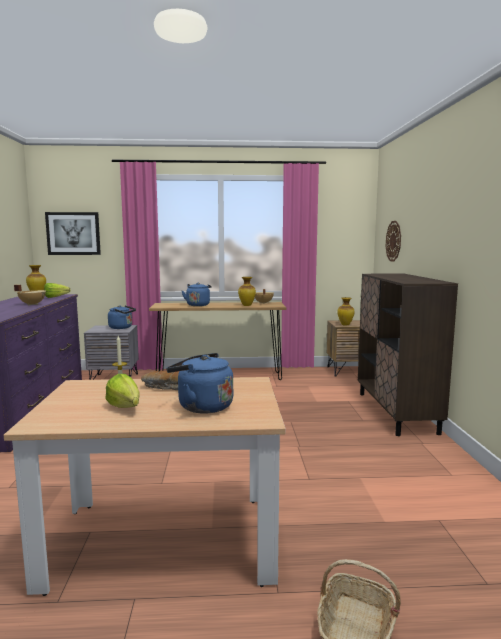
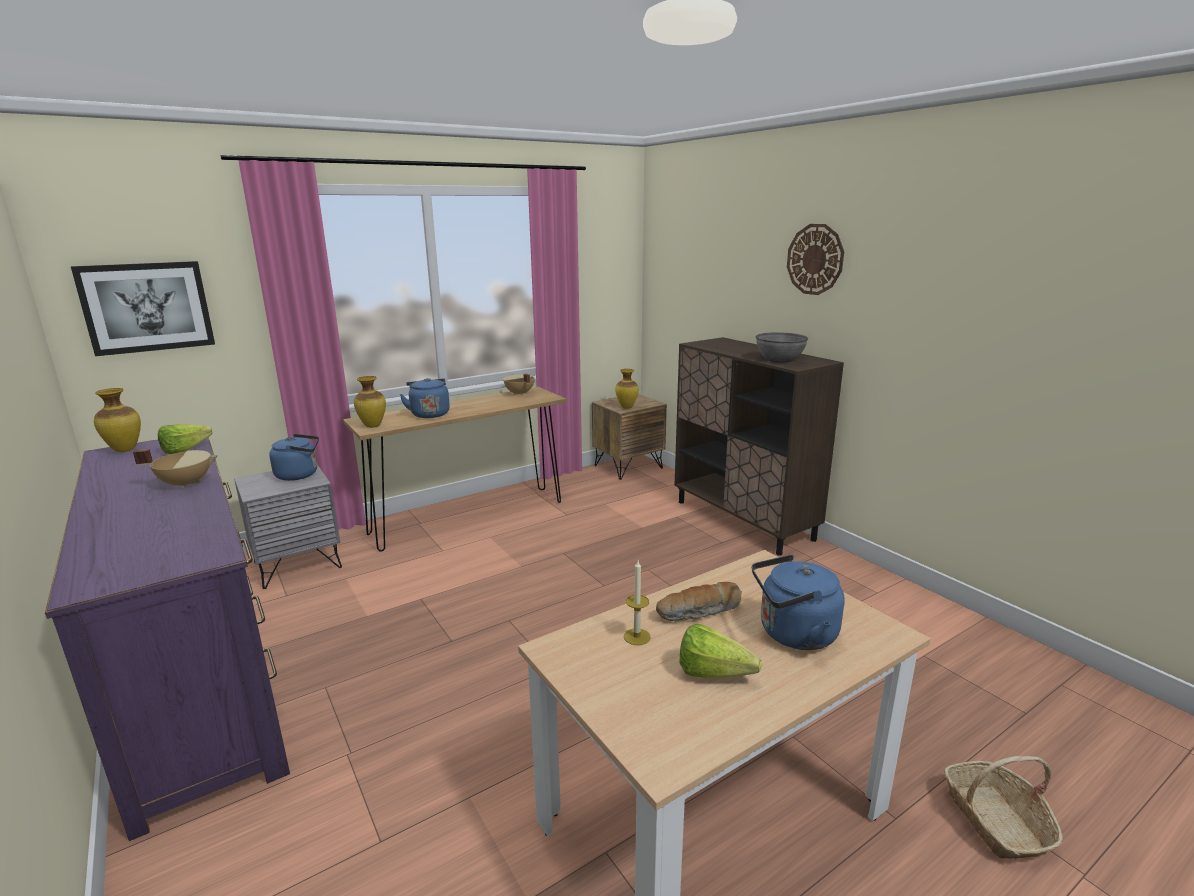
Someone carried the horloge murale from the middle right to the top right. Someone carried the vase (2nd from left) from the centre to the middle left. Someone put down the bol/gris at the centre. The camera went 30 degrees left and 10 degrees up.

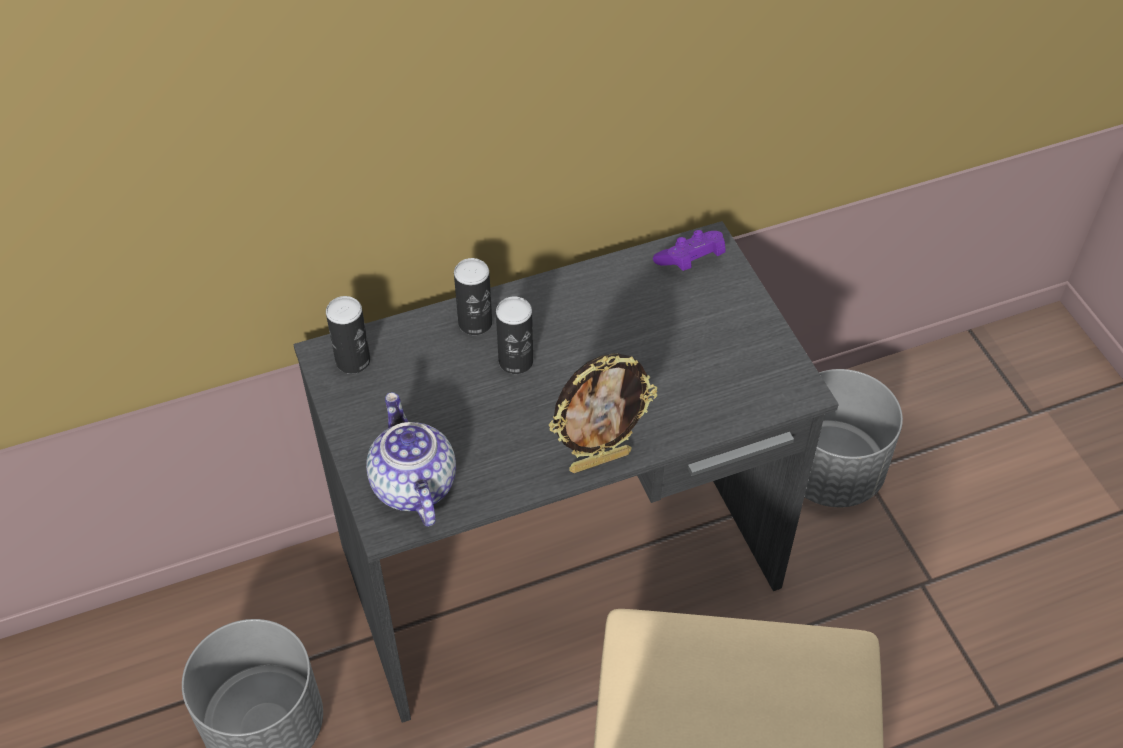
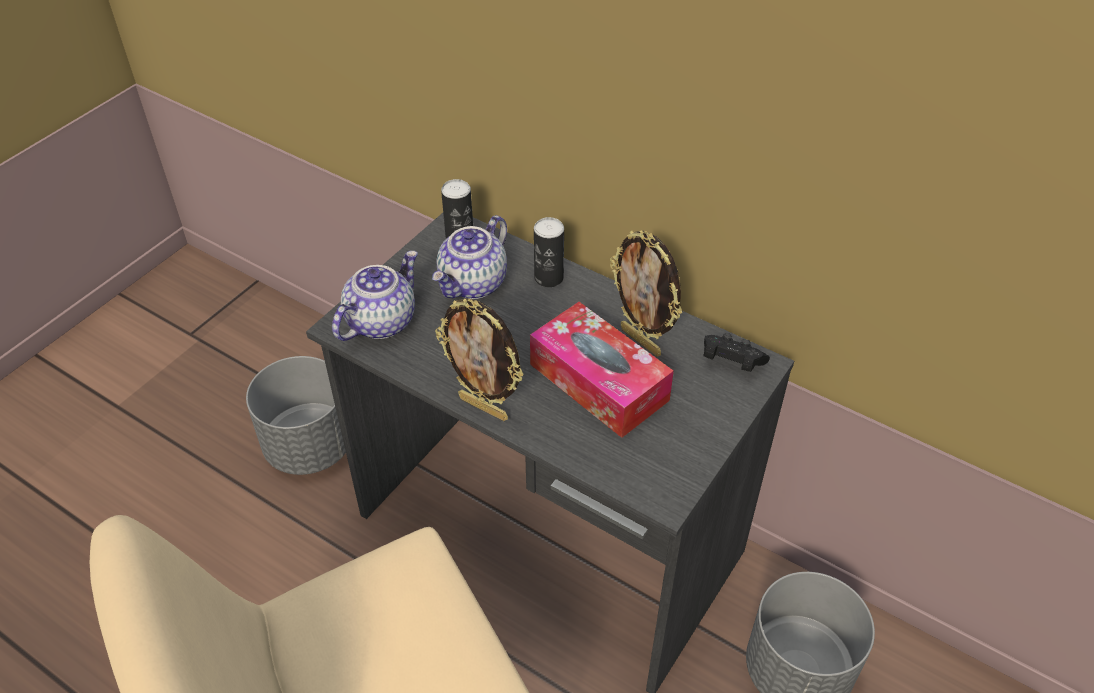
Someone repainted the manette/violet at the centre, which became the manette/noir at the middle right. Someone took away the boîte métallique (3rd from left) at the centre. Someone put down the théière (2nd from left) at the centre. Someone put down the cadre photo (2nd from left) at the centre. Someone put down the boîte à mouchoirs at the centre. The camera went 55 degrees right and 5 degrees down.

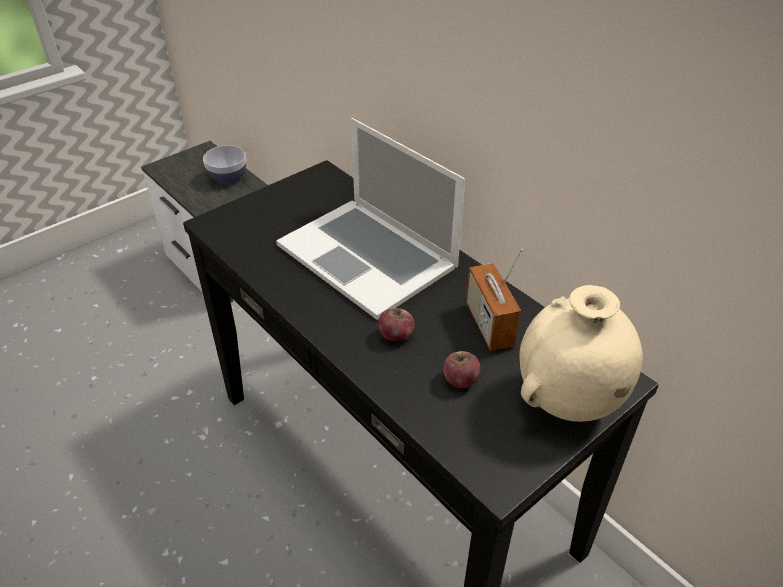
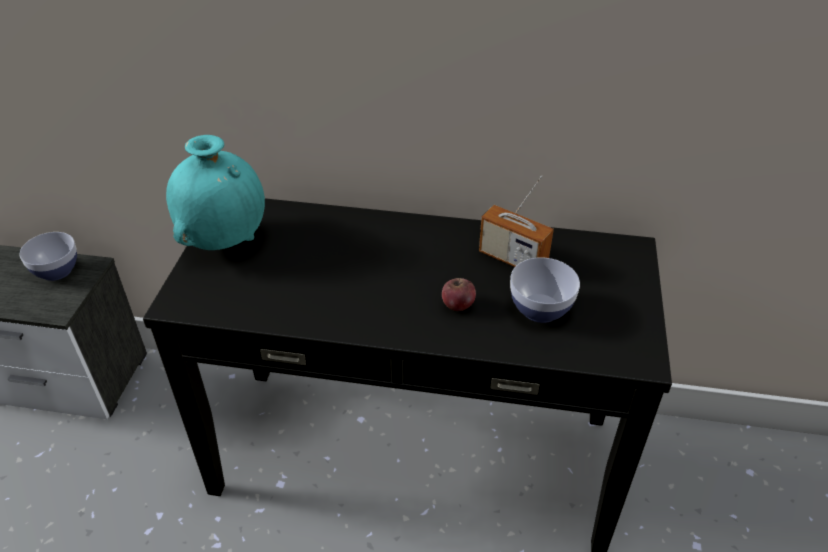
Someone took away the ordinateur portable at the centre. Someone took away the vase/beige at the middle right. Someone swapped the pomme (2nd from left) at the centre for the bol (2nd from left) at the centre. Someone put down the vase/turquoise at the middle left. The camera went 40 degrees left and 0 degrees up.

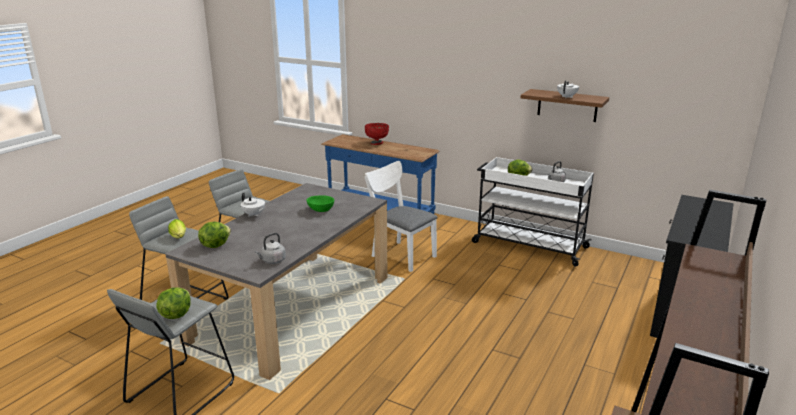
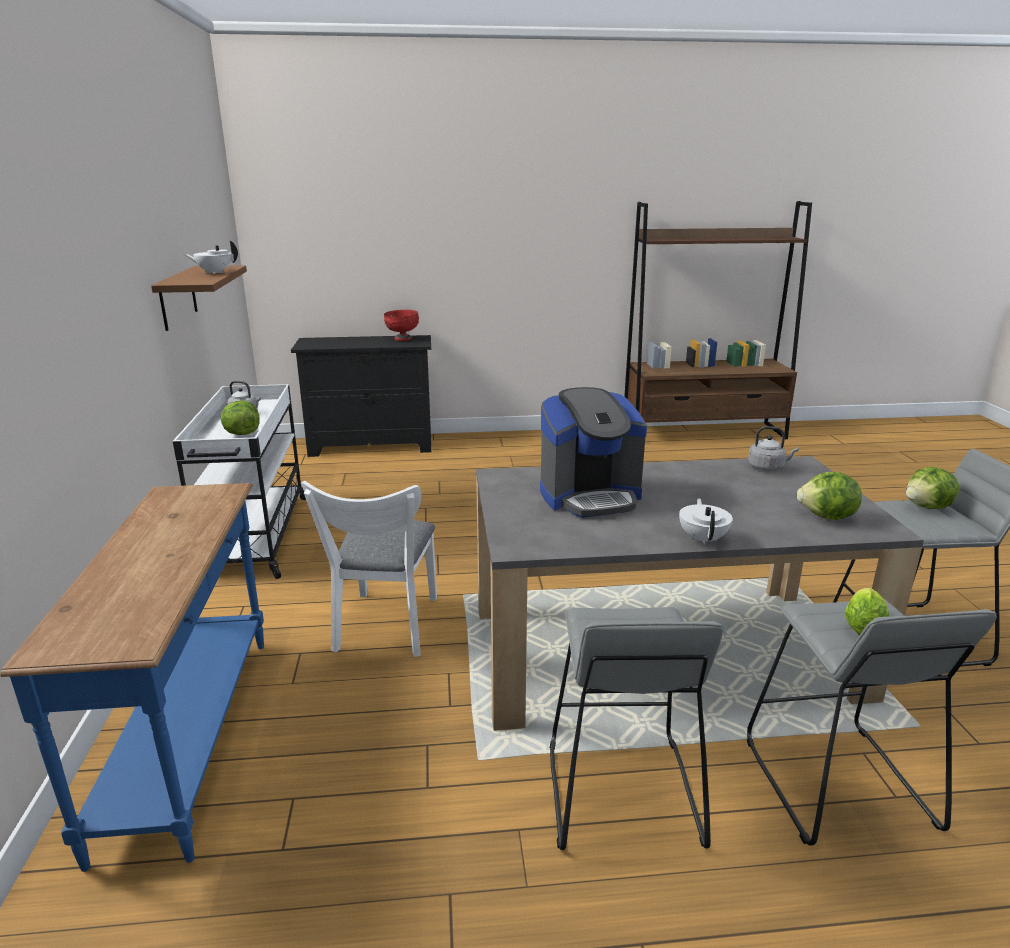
Someone carried the bol/rouge from the top centre to the centre. Someone swapped the bol/vert at the centre for the machine à café at the centre. The camera went 125 degrees left and 0 degrees up.

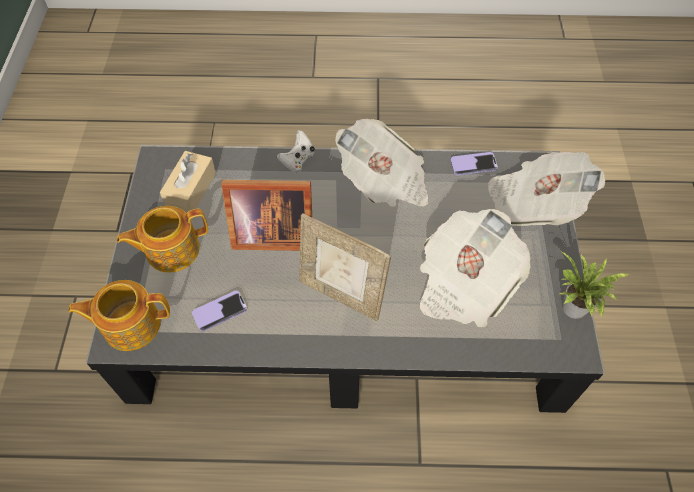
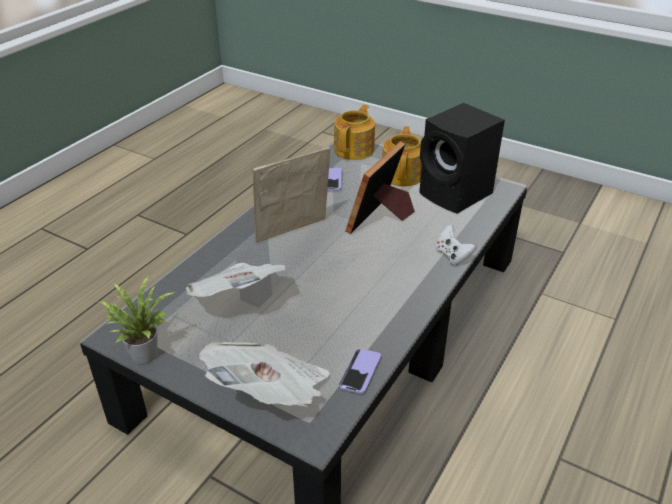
Someone took away the journal (1st from left) at the top centre. Someone swapped the boîte à mouchoirs/beige at the middle left for the enceinte/noir at the top right. The camera went 120 degrees right and 20 degrees down.

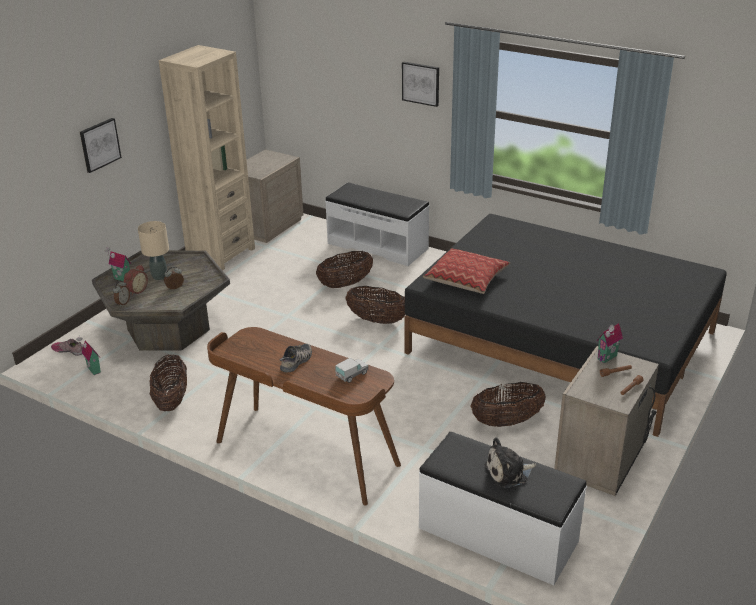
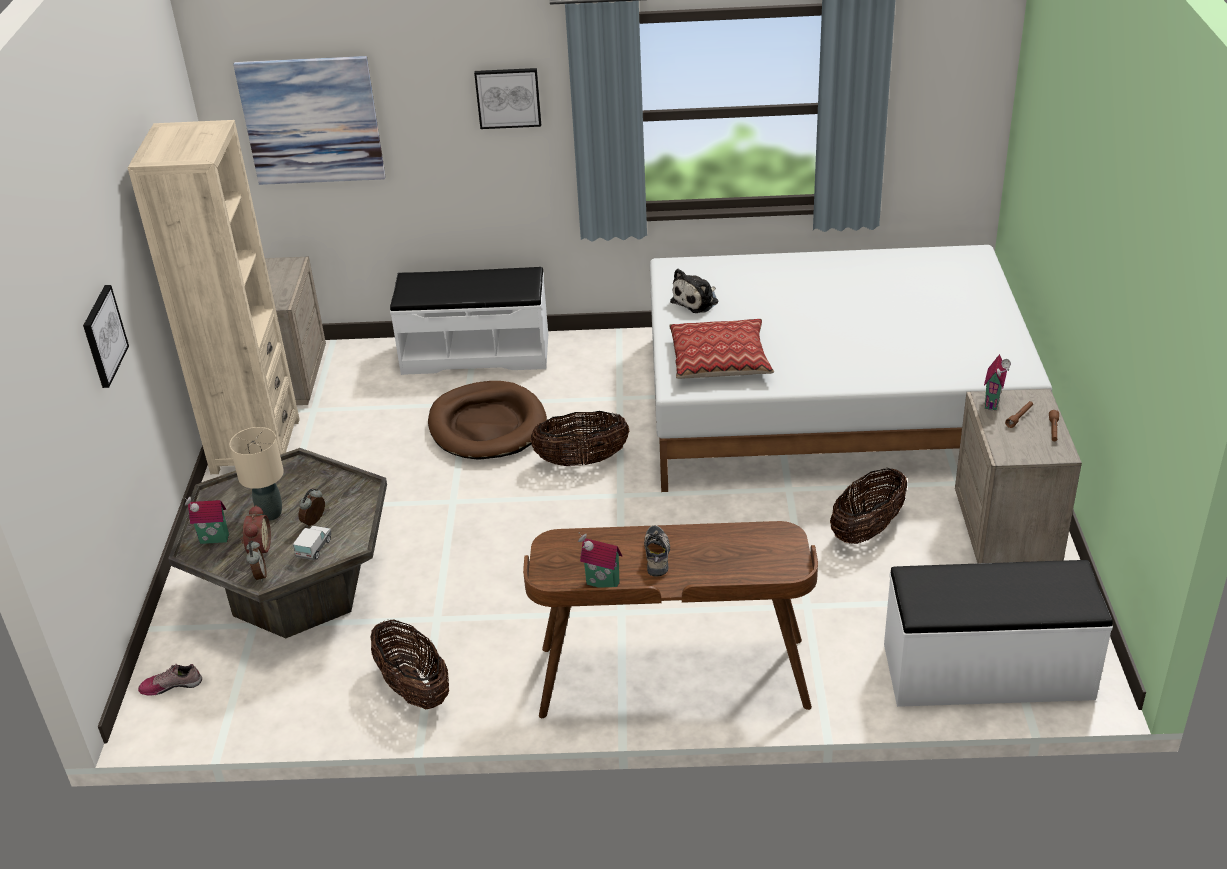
Someone repainted the lit/noir at the middle right, which became the lit/blanc at the middle right. Someone swapped the panier (2nd from left) at the centre for the panier pour chien/marron at the centre. Someone carried the maison miniature (1st from left in the first image) from the middle left to the centre. Someone carried the camion jouet from the centre to the middle left. Someone carried the peluche from the bottom right to the centre. Someone put up the tableau (2nd from left) at the top left. The camera went 30 degrees left and 5 degrees up.

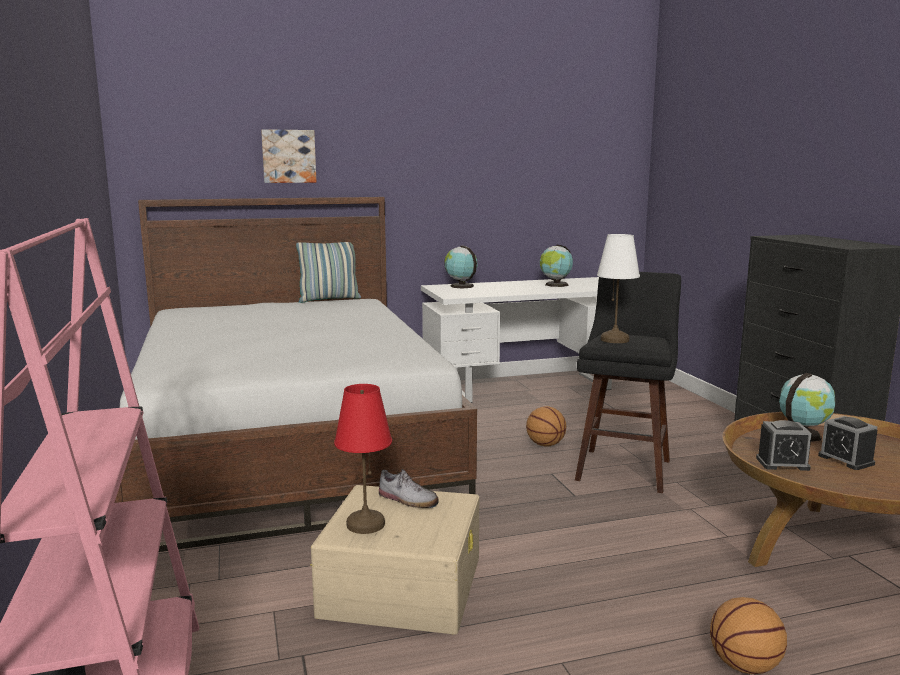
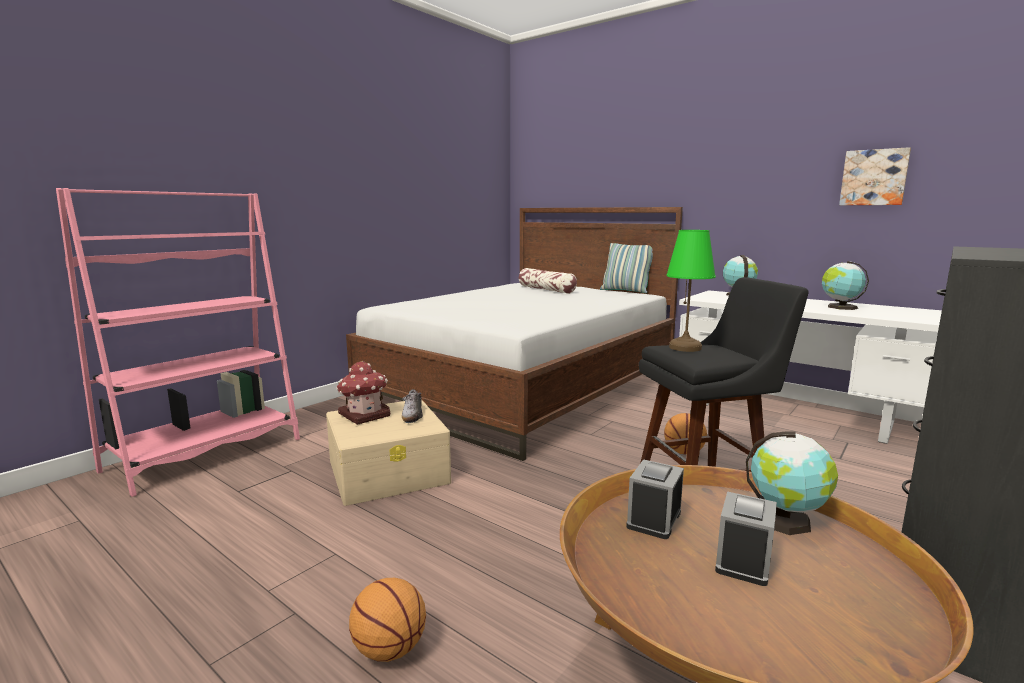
Someone carried the tableau from the top left to the top right. Someone repainted the lampe de table/blanc at the middle right, which became the lampe de table/vert at the middle right. Someone swapped the lampe de table/rouge at the bottom centre for the maison miniature at the centre. Someone rotated the réveil (1st from left) at the middle right by 60 degrees clockwise. Someone put down the coussin (1st from left) at the centre. The camera went 55 degrees right and 0 degrees up.

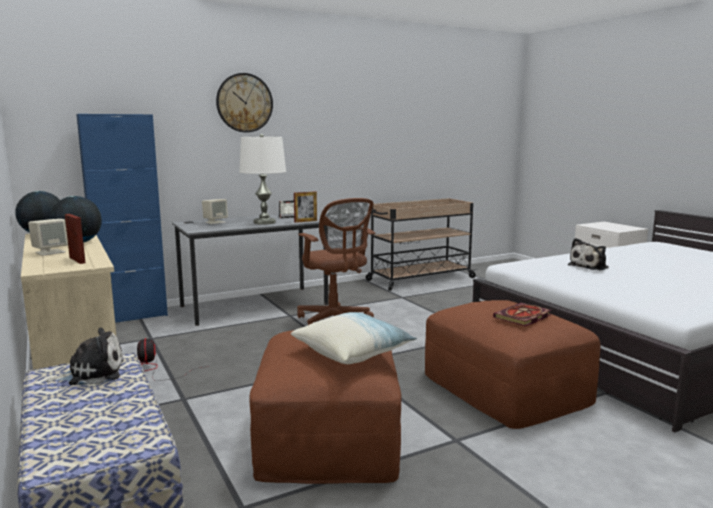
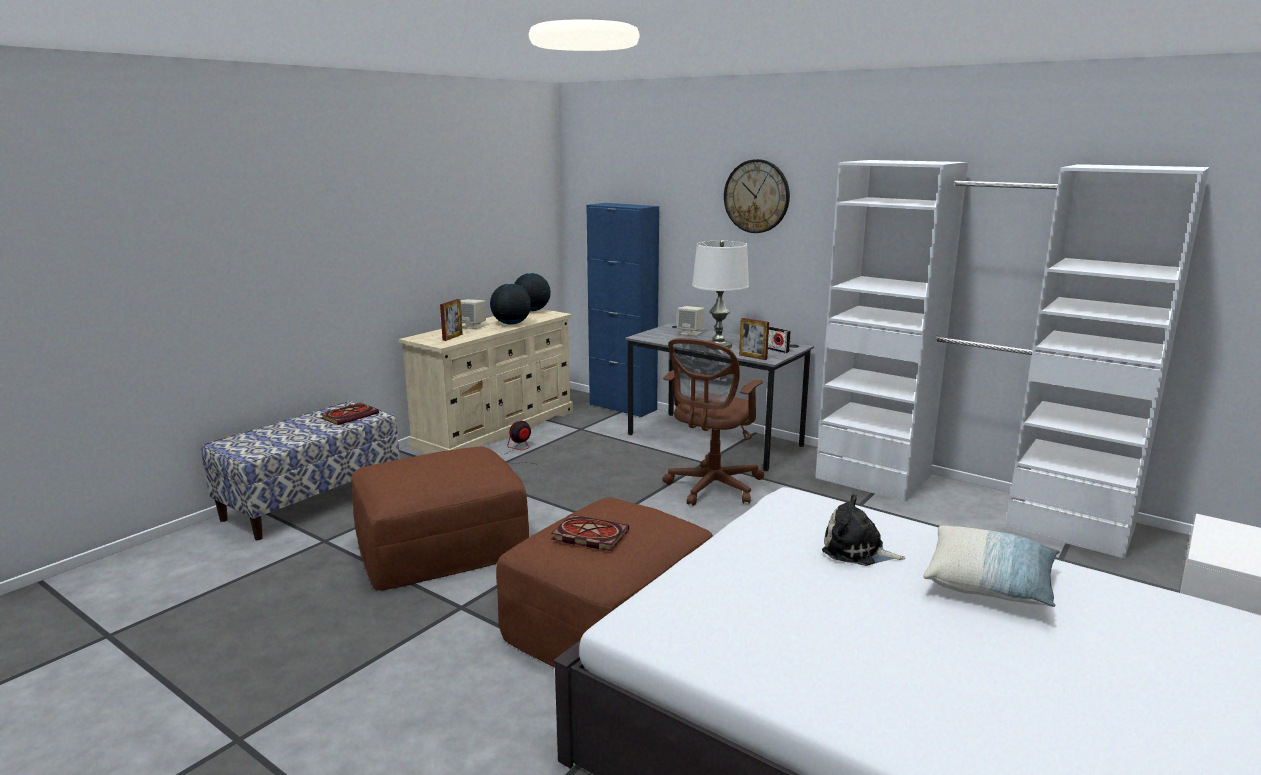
Someone swapped the chariot/beige at the centre for the armoire/blanc at the middle right. Someone carried the coussin from the centre to the bottom right. Someone swapped the peluche (1st from left) at the bottom left for the livre (1st from left) at the middle left. The camera went 65 degrees right and 5 degrees up.

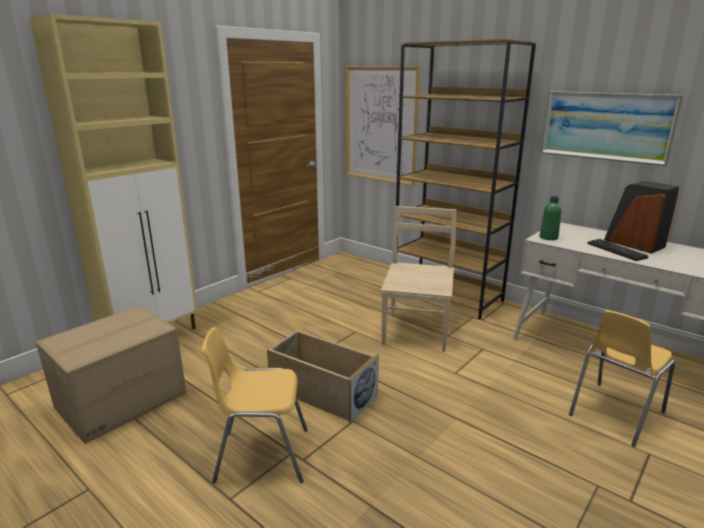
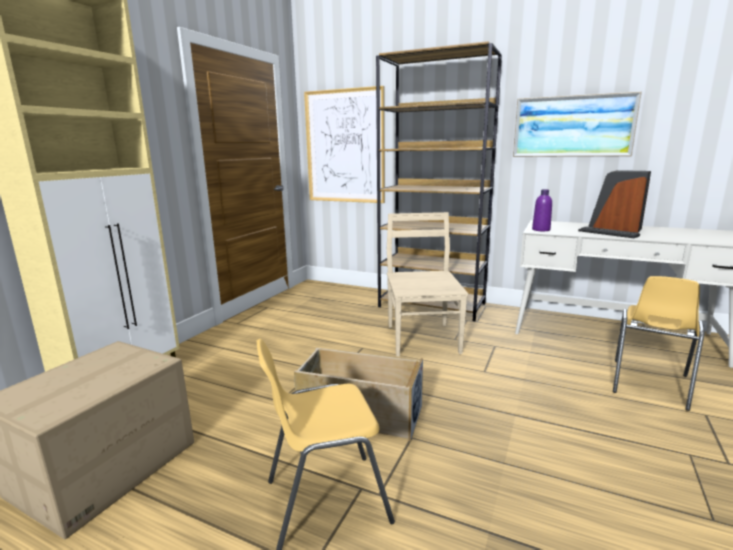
Someone repainted the bouteille/vert at the middle right, which became the bouteille/violet at the middle right. The camera went 15 degrees left and 5 degrees down.

